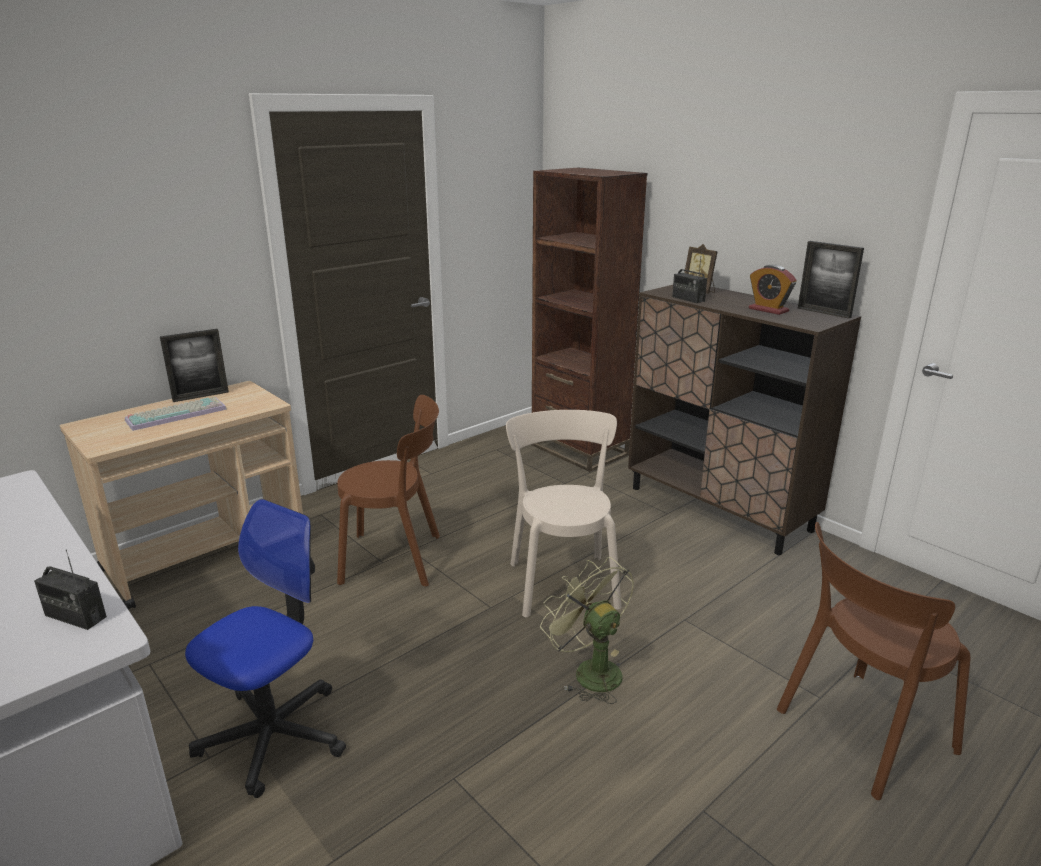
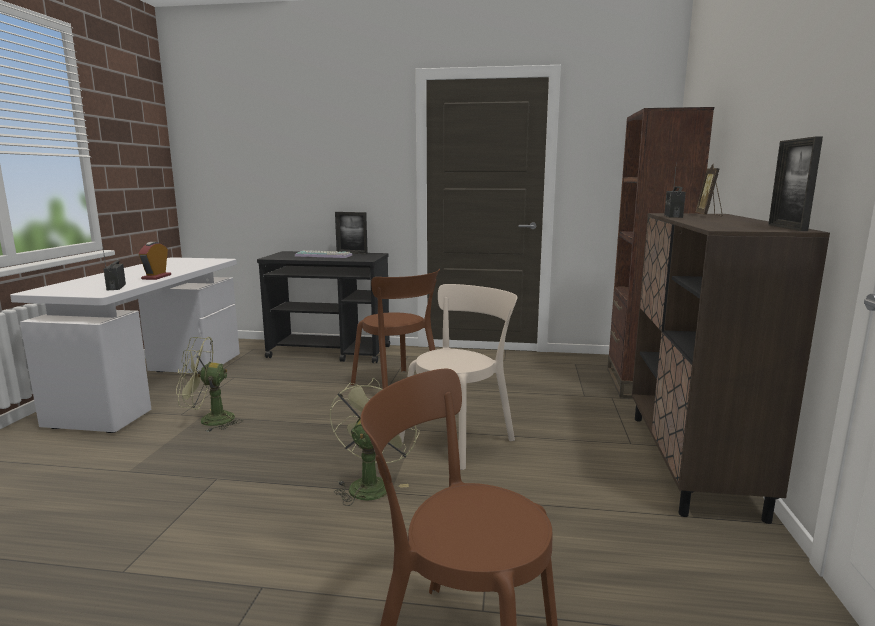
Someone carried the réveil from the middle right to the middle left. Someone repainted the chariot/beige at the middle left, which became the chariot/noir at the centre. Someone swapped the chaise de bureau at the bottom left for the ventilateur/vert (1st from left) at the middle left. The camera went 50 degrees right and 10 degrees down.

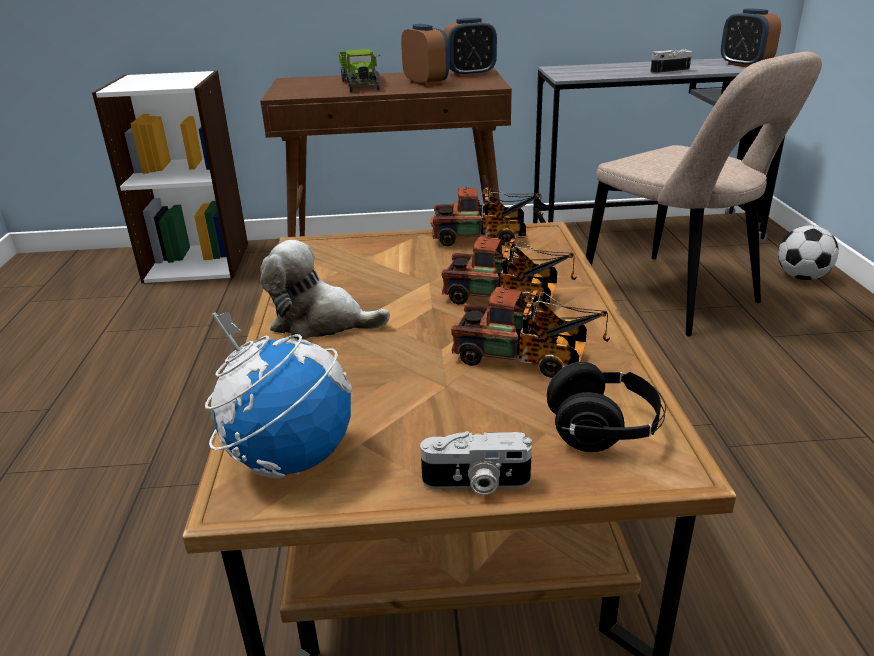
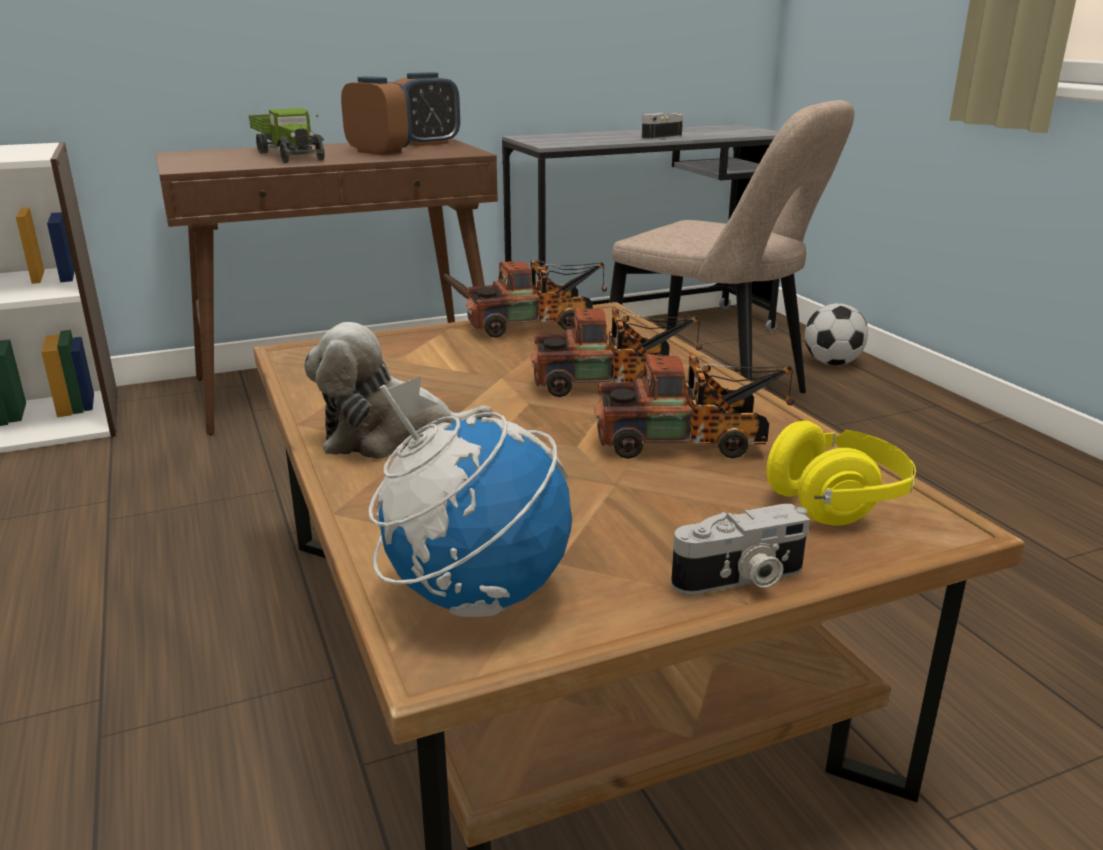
Someone took away the réveil (3rd from left) at the top right. Someone repainted the casque audio/noir at the middle right, which became the casque audio/jaune at the middle right. The camera went 20 degrees left and 5 degrees down.

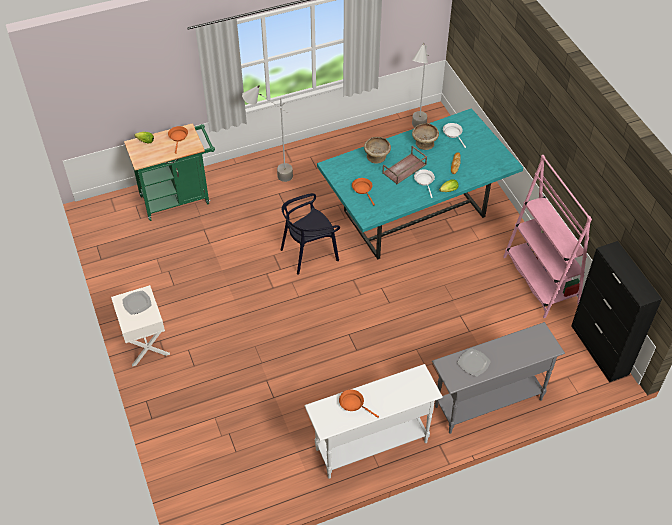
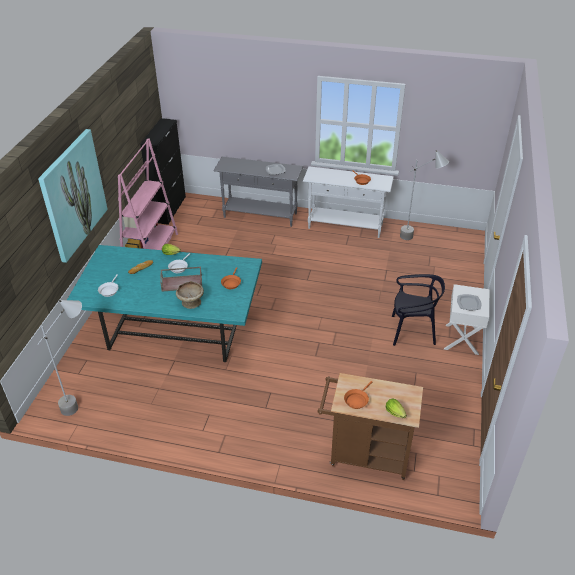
Someone carried the lampadaire/gris (1st from left in the first image) from the top centre to the middle right. Someone repainted the chariot/vert at the top left, which became the chariot/marron at the bottom centre. Someone took away the bol/beige (2nd from left) at the top centre. Someone carried the chaise/noir from the centre to the middle right. Someone put up the tableau at the middle left. The camera went 145 degrees left and 10 degrees down.

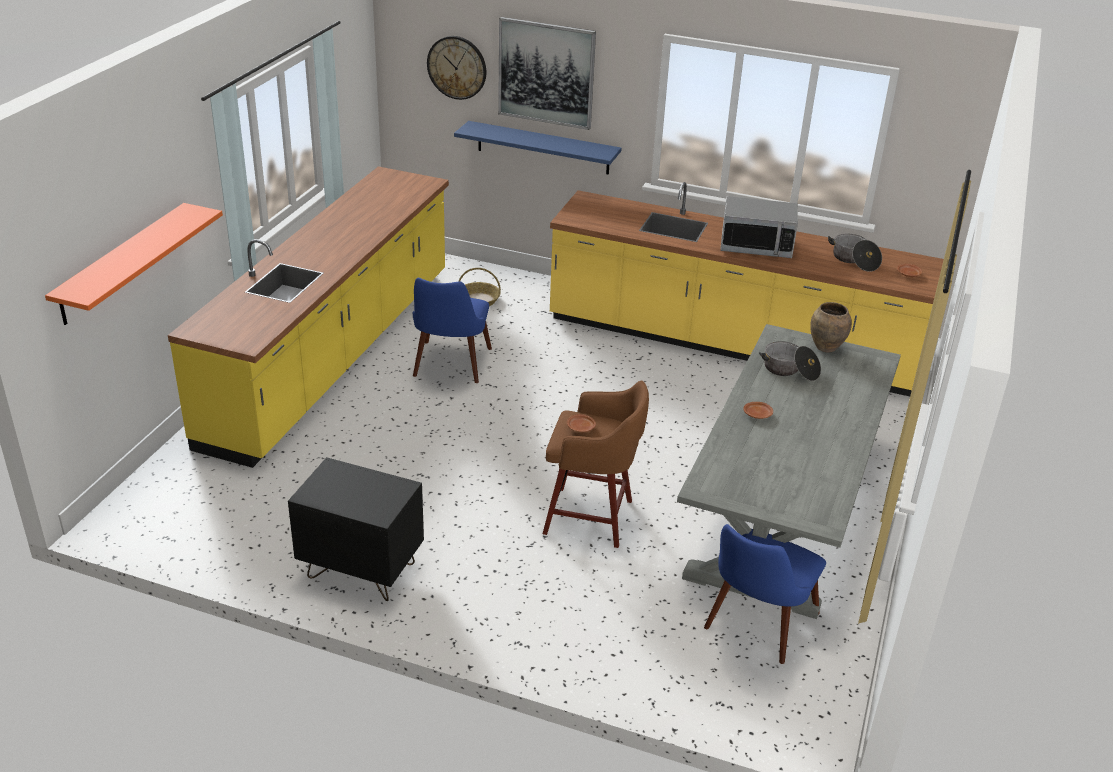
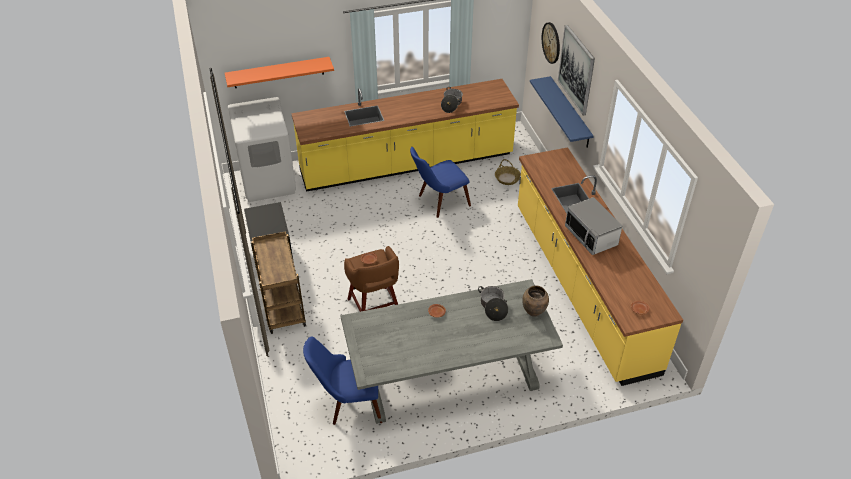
Someone carried the marmite (2nd from left in the first image) from the top right to the top centre. Someone put down the lave-linge/blanc at the top left. Someone put down the chariot/marron at the middle left. The camera went 55 degrees right and 10 degrees up.

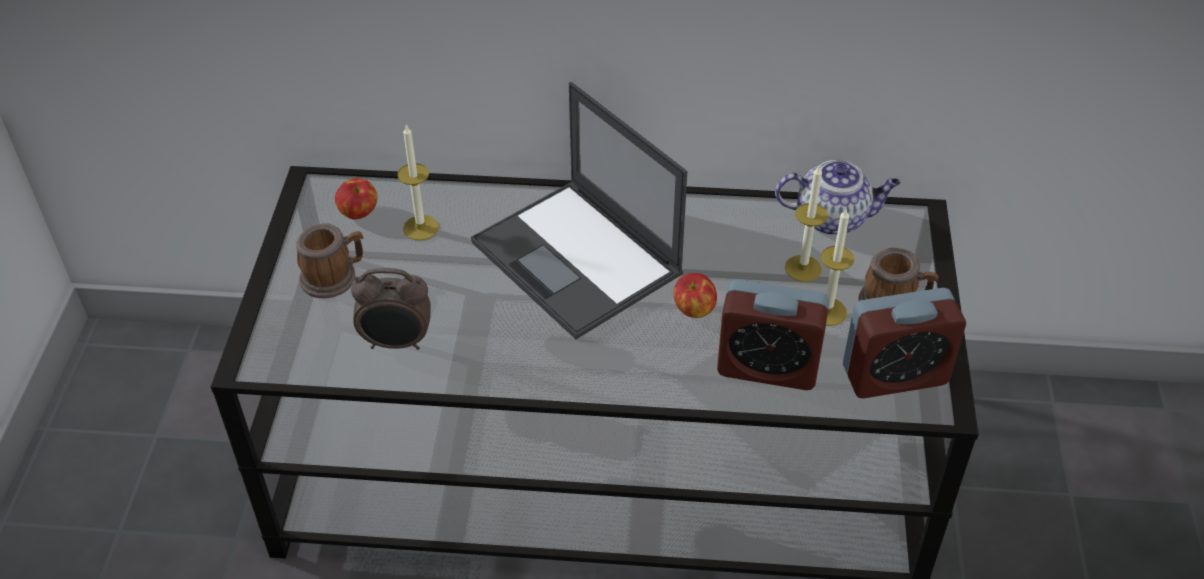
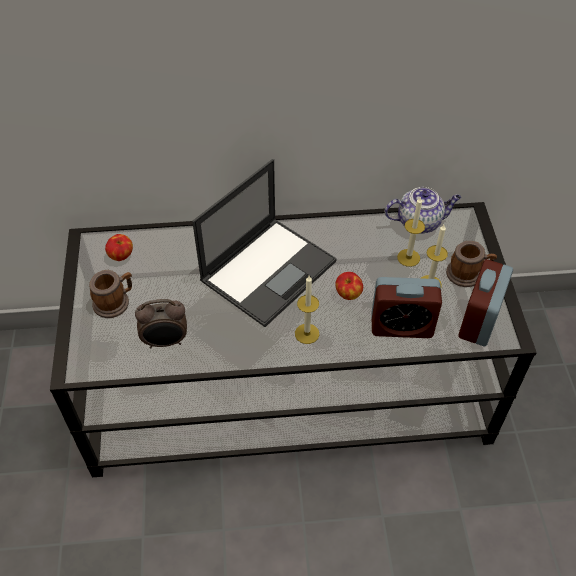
Someone rotated the ordinateur portable at the centre by 90 degrees counterclockwise. Someone carried the bougie (1st from left) from the top centre to the centre. Someone rotated the réveil (3rd from left) at the middle right by 135 degrees clockwise. The camera went 10 degrees left and 5 degrees up.

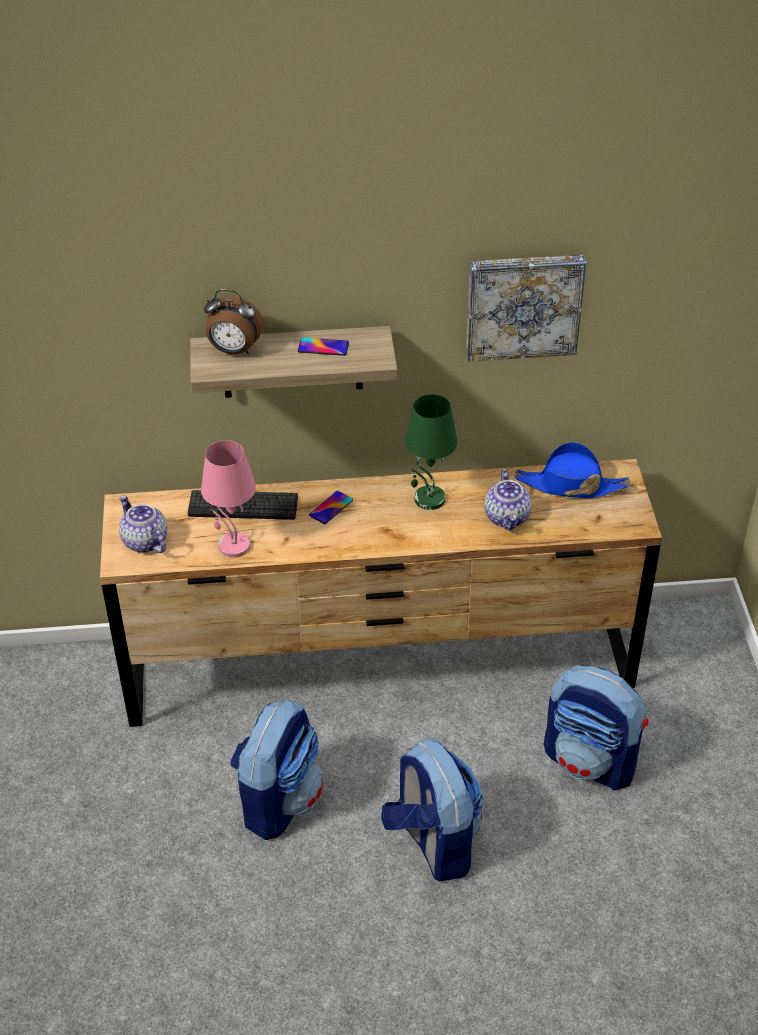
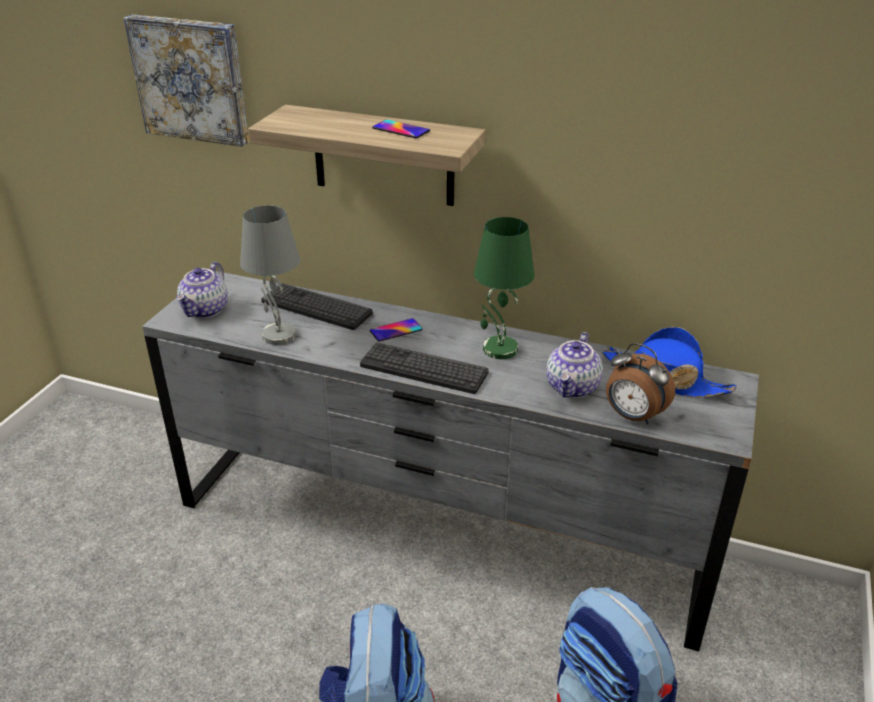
Someone carried the tableau from the top right to the top left. Someone carried the réveil from the top left to the middle right. Someone repainted the lampe de table/rose at the middle left, which became the lampe de table/gris at the middle left. Someone repainted the commode/marron at the centre, which became the commode/gris at the centre. Someone rotated the théière (1st from left) at the middle left by 150 degrees counterclockwise. Someone took away the sac à dos (1st from left) at the bottom centre. Someone put down the clavier (2nd from left) at the centre. The camera went 25 degrees right and 10 degrees down.

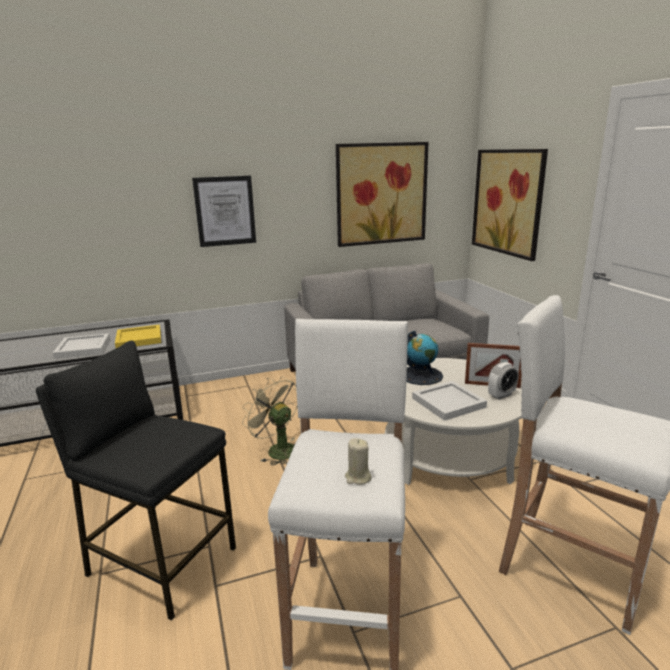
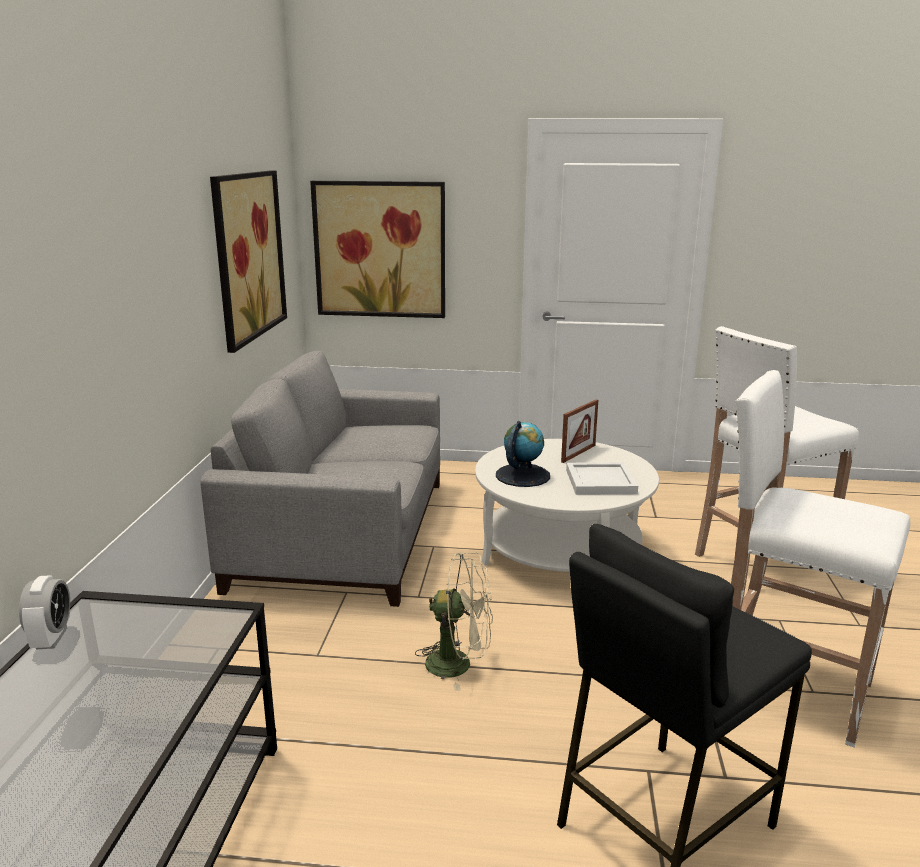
Someone took away the tableau (1st from left) at the top centre. Someone took away the plateau/jaune at the middle left. Someone took away the plateau/blanc (1st from left) at the middle left. Someone carried the réveil from the middle right to the bottom left. Someone rotated the ventilateur/beige at the centre by 150 degrees counterclockwise. Someone took away the bougie/beige at the bottom centre. The camera went 65 degrees left and 0 degrees up.

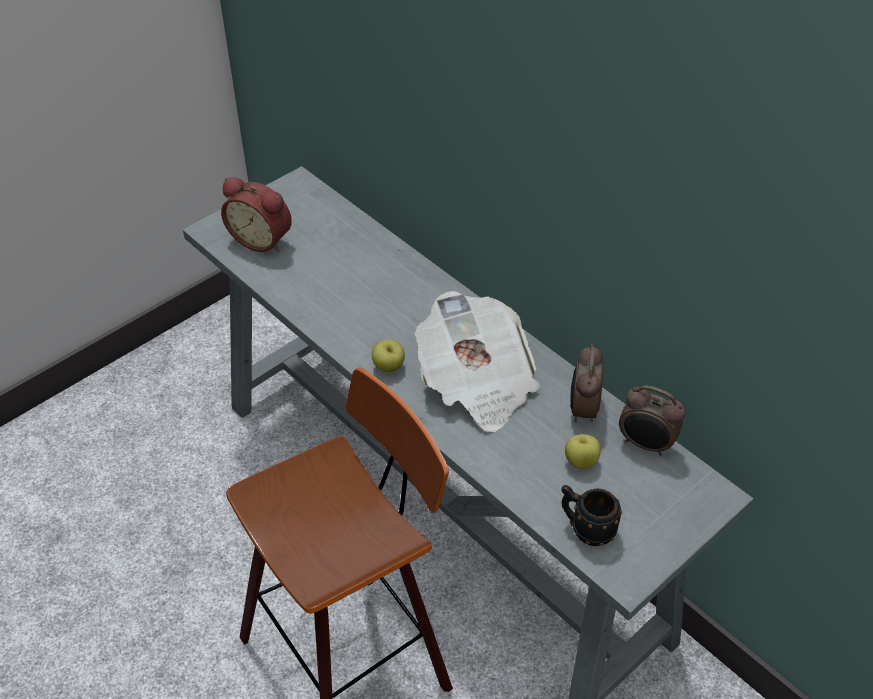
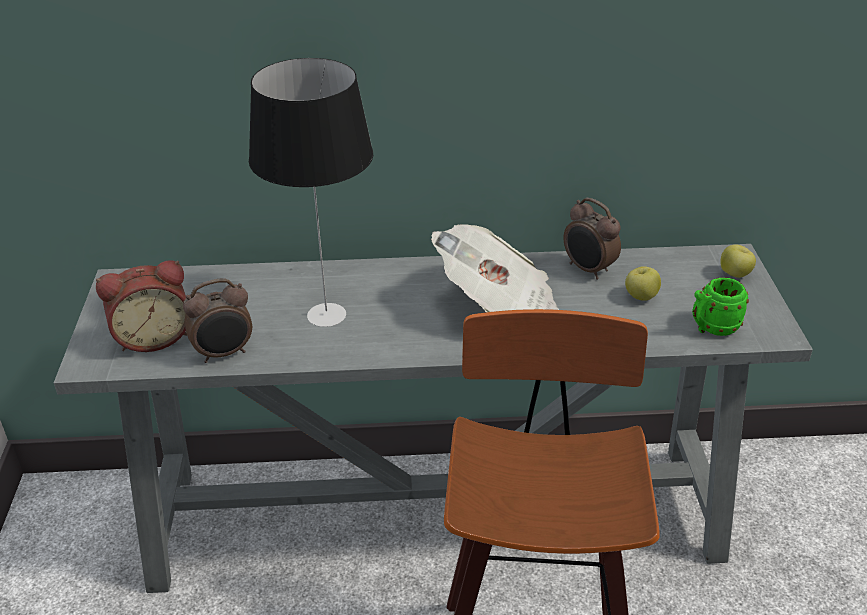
Someone carried the pomme (1st from left in the first image) from the centre to the middle right. Someone carried the réveil (3rd from left in the first image) from the middle right to the middle left. Someone repainted the mug/noir at the bottom right, which became the mug/vert at the middle right. Someone put down the lampe de table at the top centre. The camera went 50 degrees left and 10 degrees down.

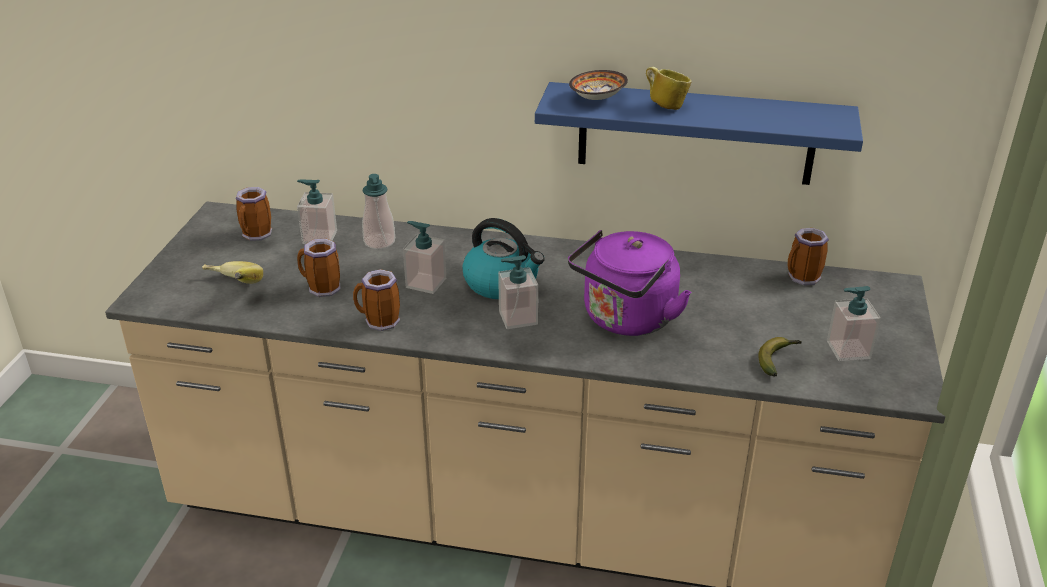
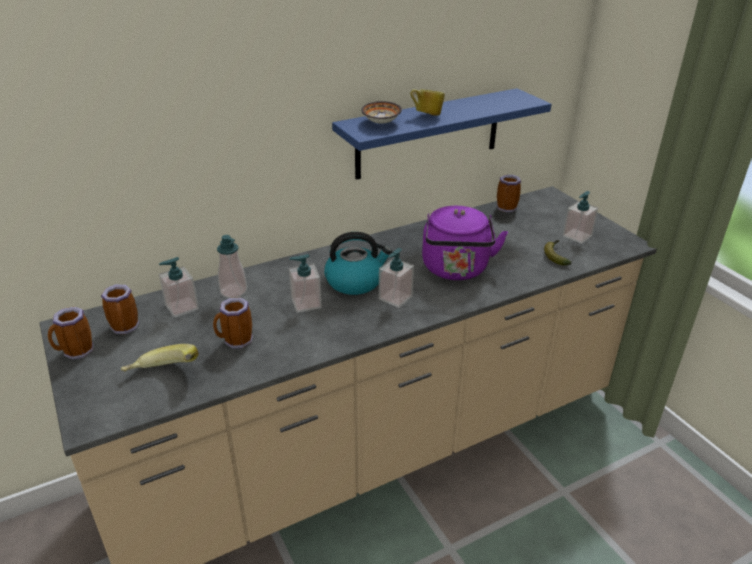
Someone carried the mug (3rd from left in the first image) from the centre to the middle left. The camera went 40 degrees left and 0 degrees up.

